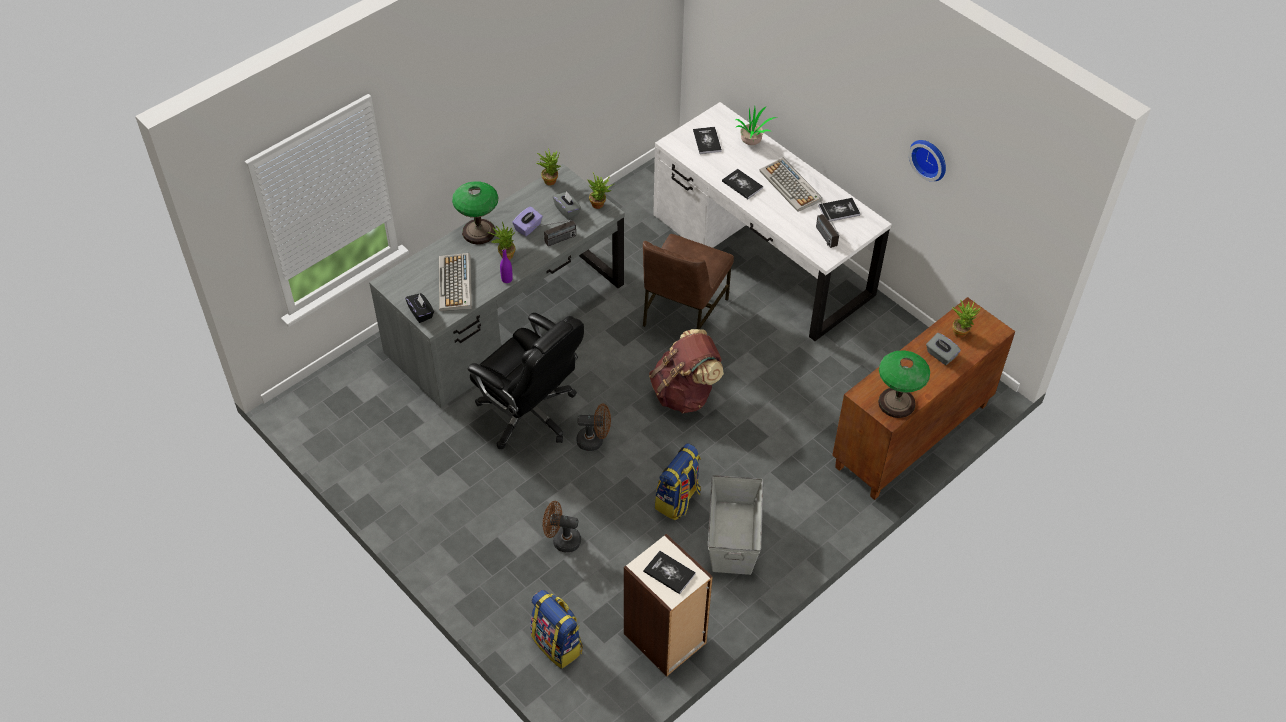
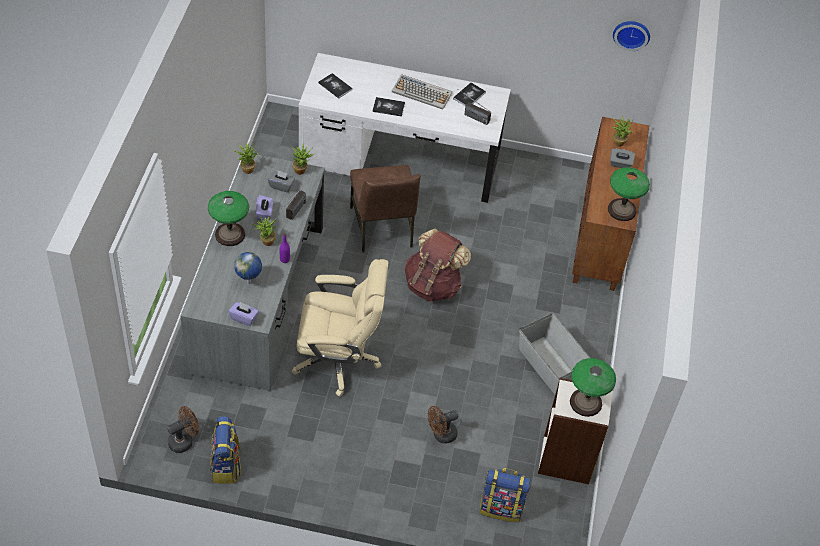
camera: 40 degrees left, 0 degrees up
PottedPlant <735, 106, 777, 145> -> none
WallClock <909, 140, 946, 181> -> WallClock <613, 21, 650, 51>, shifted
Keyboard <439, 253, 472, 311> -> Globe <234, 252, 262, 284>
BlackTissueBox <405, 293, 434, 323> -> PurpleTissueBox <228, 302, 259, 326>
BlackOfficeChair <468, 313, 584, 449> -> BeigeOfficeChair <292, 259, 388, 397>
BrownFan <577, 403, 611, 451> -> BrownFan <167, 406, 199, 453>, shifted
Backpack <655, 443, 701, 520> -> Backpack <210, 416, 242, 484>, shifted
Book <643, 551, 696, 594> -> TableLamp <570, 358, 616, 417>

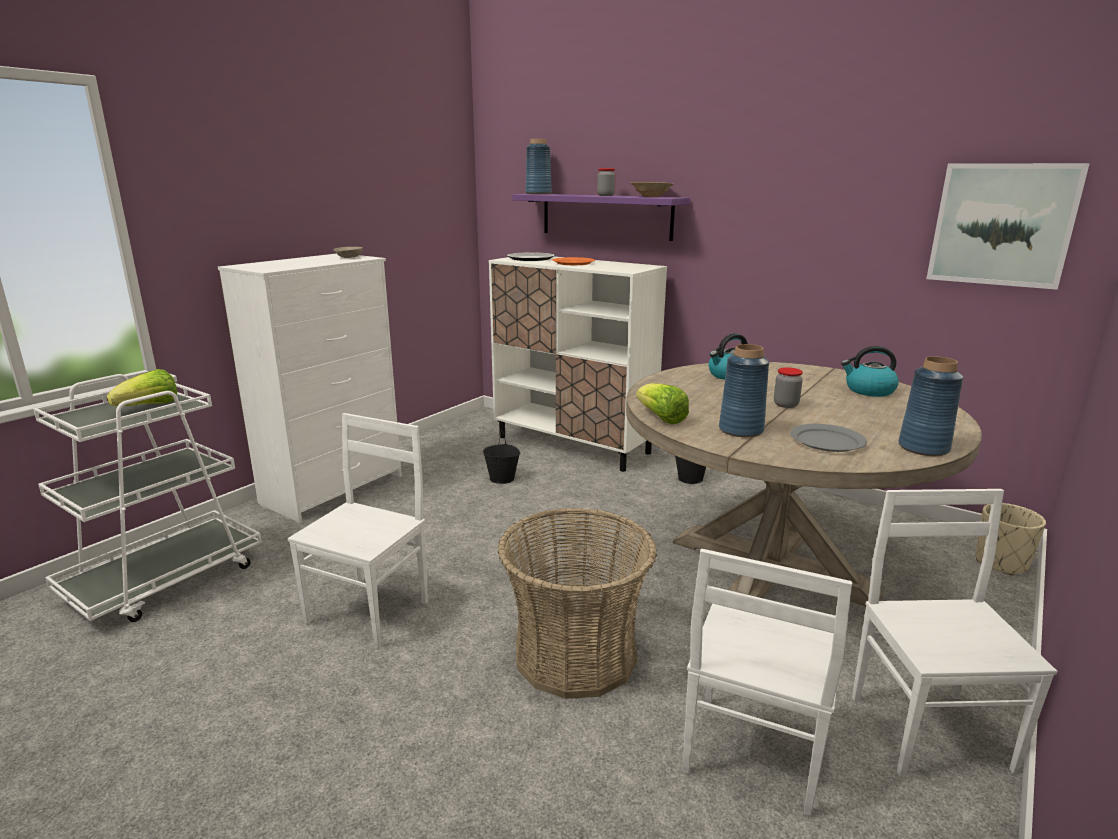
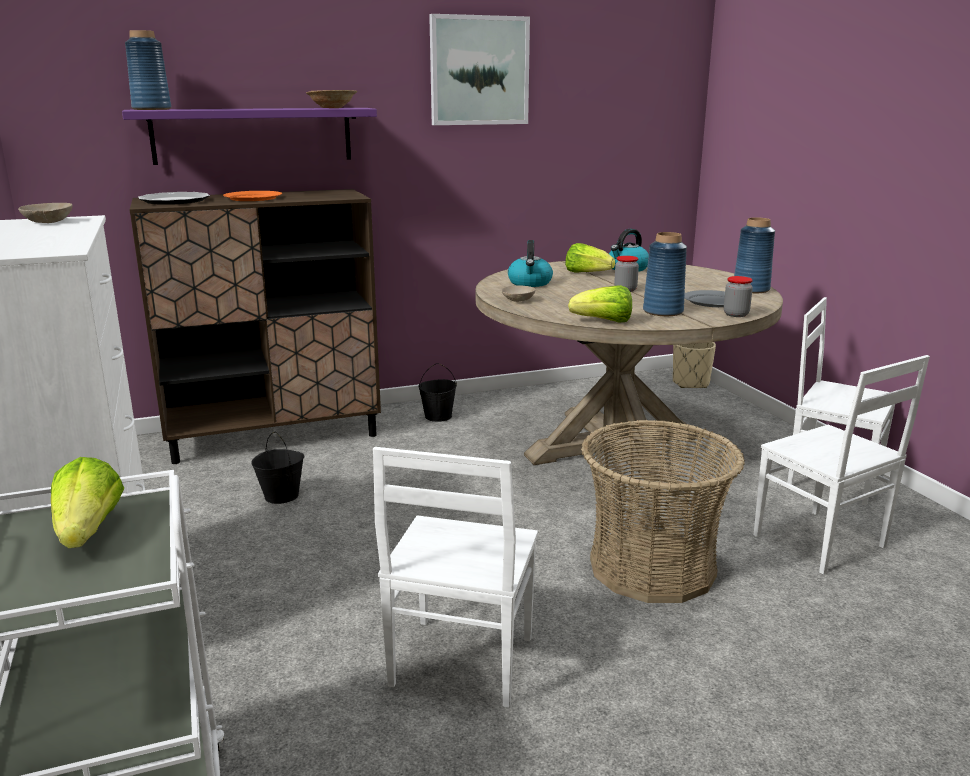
camera: 55 degrees left, 0 degrees up
Picture <926, 163, 1090, 290> -> Picture <429, 14, 530, 125>, shifted
Jar <597, 168, 615, 196> -> Jar <724, 276, 753, 317>, shifted
WhiteCabinet <489, 256, 667, 472> -> BrownCabinet <129, 189, 381, 464>
WhiteChair <288, 413, 428, 648> -> WhiteChair <373, 447, 538, 708>, 135 degrees counterclockwise
none -> Lettuce <565, 243, 615, 273>
none -> BeigeBowl <501, 285, 536, 302>

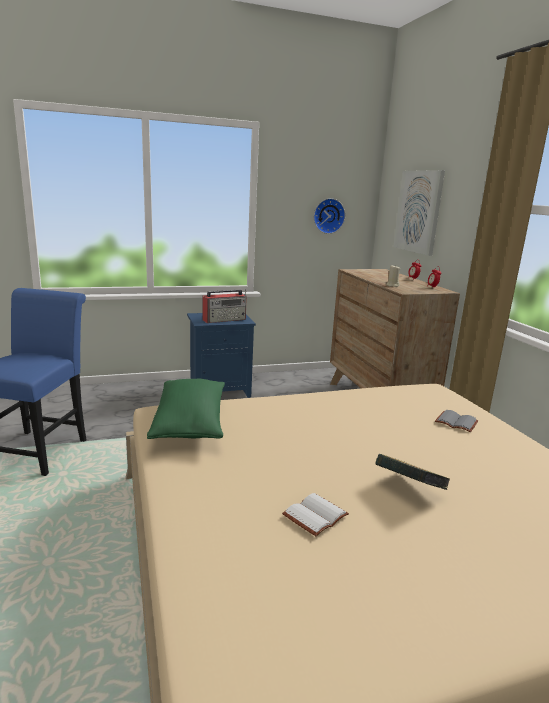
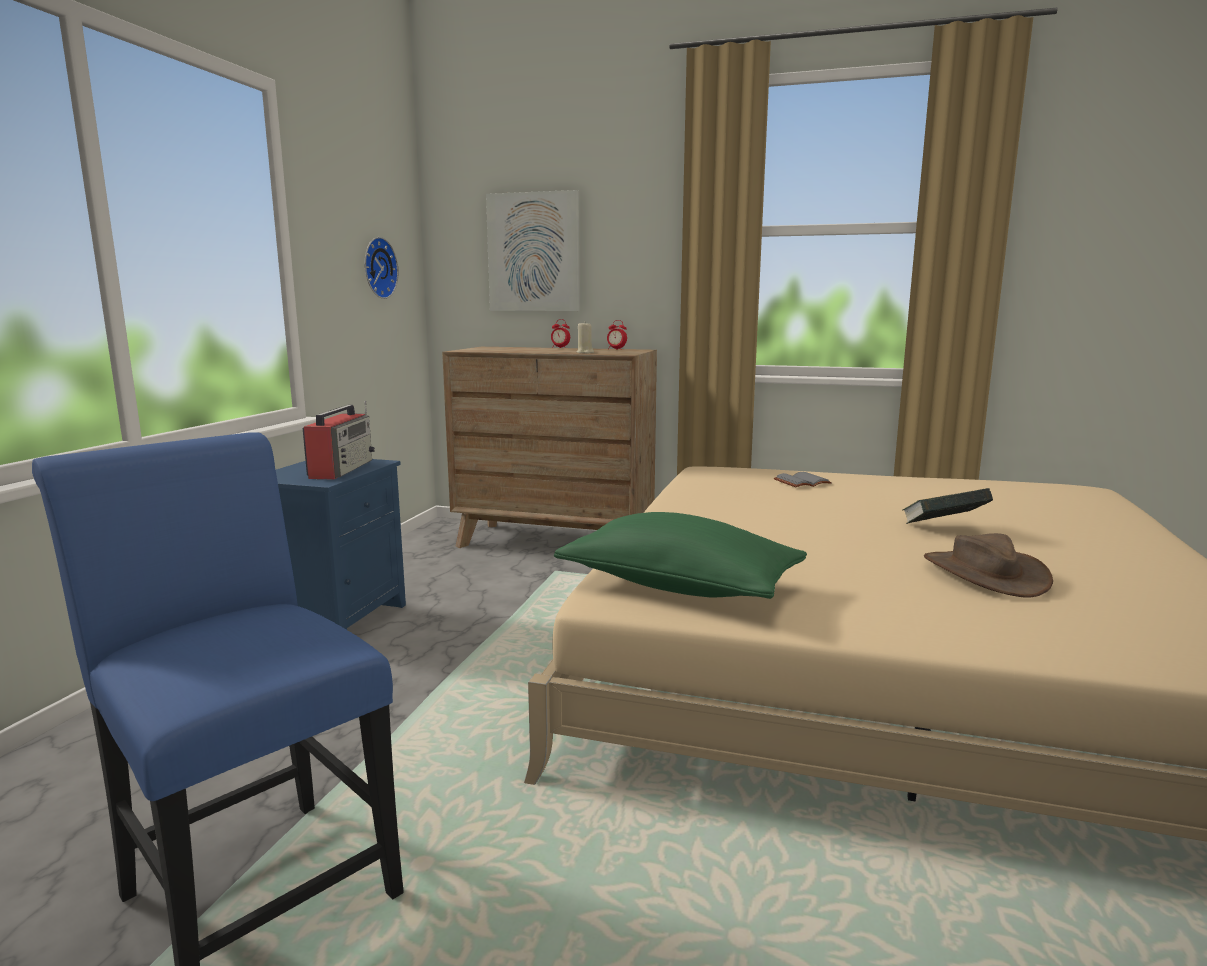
camera: 55 degrees left, 5 degrees down
WhiteBook <282, 493, 349, 536> -> BrownHat <924, 533, 1053, 598>

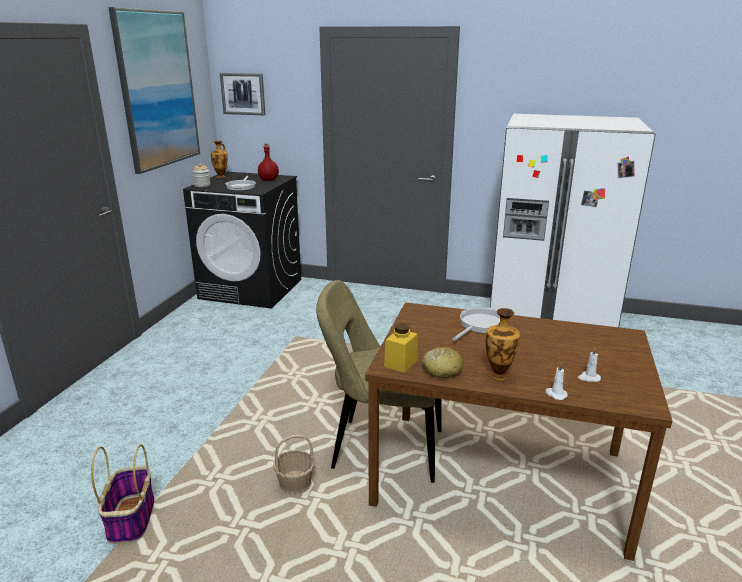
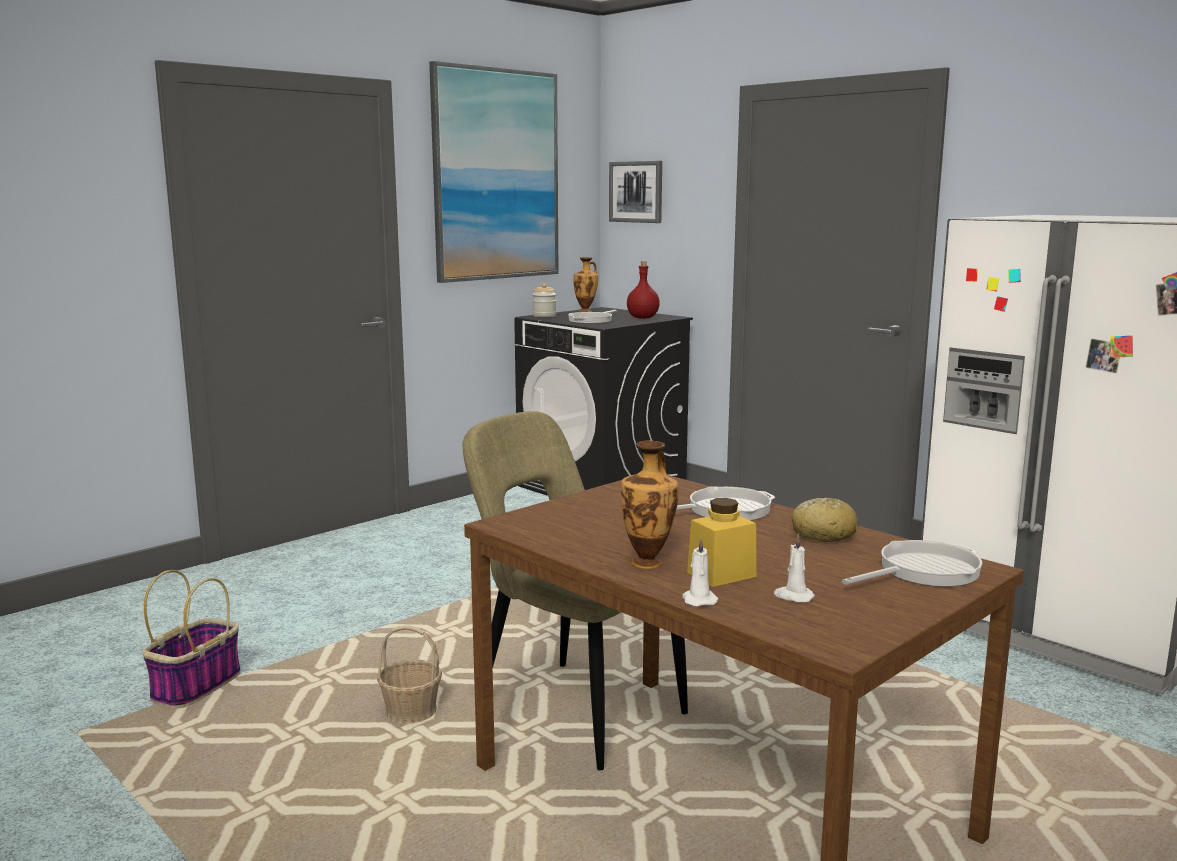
camera: 30 degrees right, 10 degrees down
YellowJar <384, 323, 418, 373> -> YellowJar <687, 498, 757, 587>, shifted
Bread <422, 347, 464, 378> -> Bread <792, 497, 858, 542>, shifted
none -> FryingPan <842, 540, 982, 587>

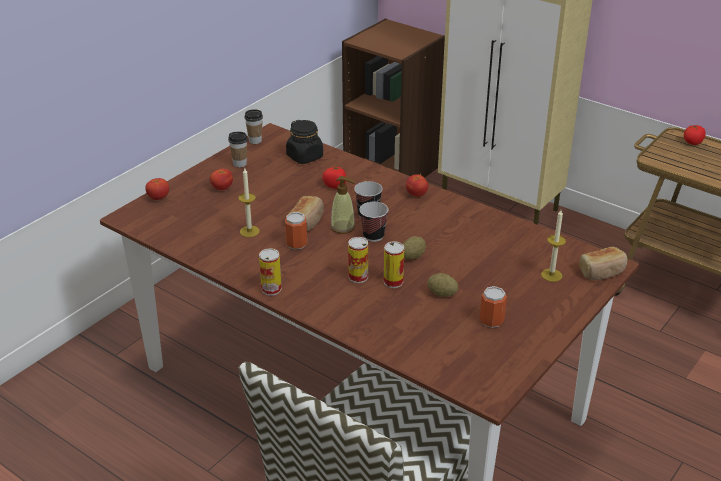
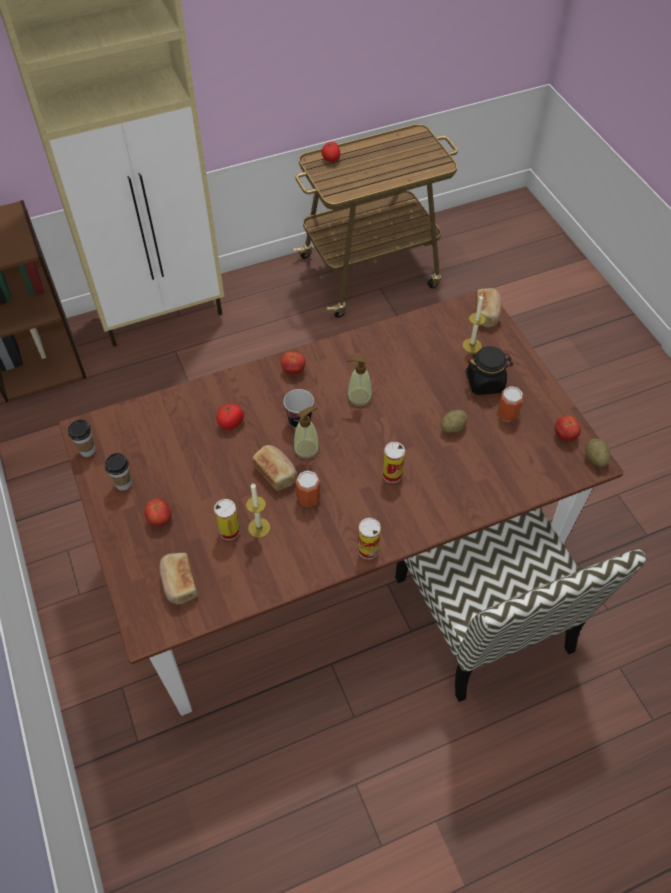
camera: 60 degrees left, 20 degrees up
BlackJar <286, 120, 323, 164> -> BlackJar <465, 346, 513, 395>, shifted
Tomato <145, 178, 169, 200> -> Tomato <555, 416, 581, 441>, shifted
Cup <359, 202, 389, 242> -> none
Potato <403, 236, 426, 260> -> Potato <586, 438, 611, 467>, shifted
Can <384, 241, 404, 288> -> Can <214, 499, 240, 540>, shifted
none -> SoapDispenser <347, 356, 372, 407>
none -> Bread <159, 553, 198, 604>

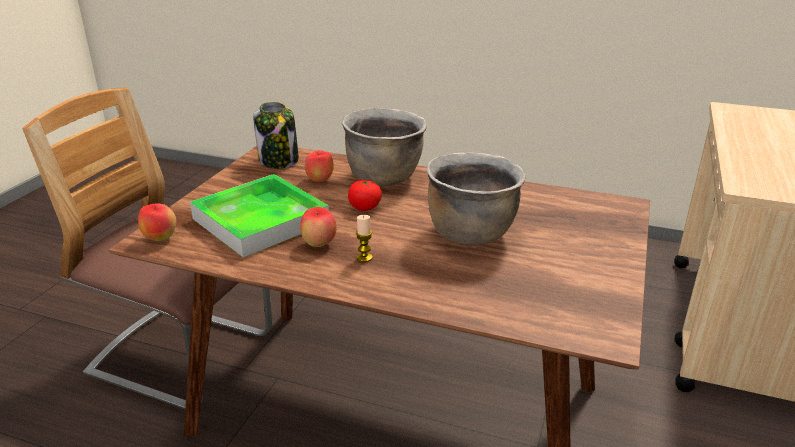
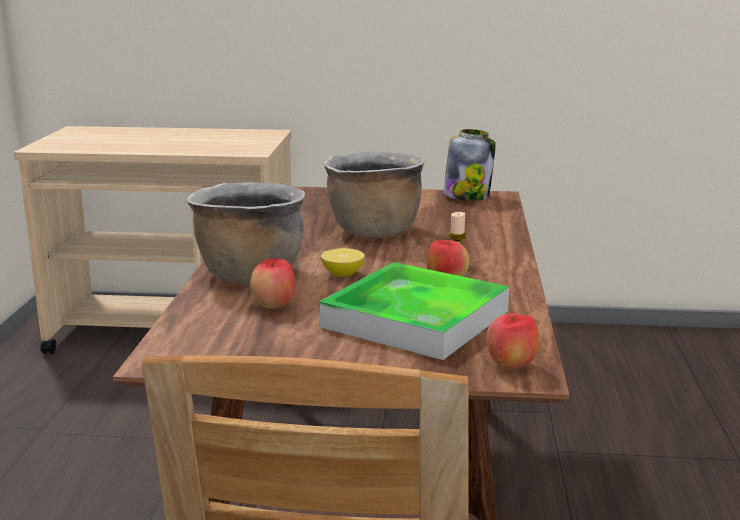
camera: 105 degrees left, 10 degrees down
Jar <253, 102, 299, 169> -> Jar <444, 129, 496, 201>, shifted
Tomato <348, 180, 382, 211> -> Lemon <321, 248, 364, 277>

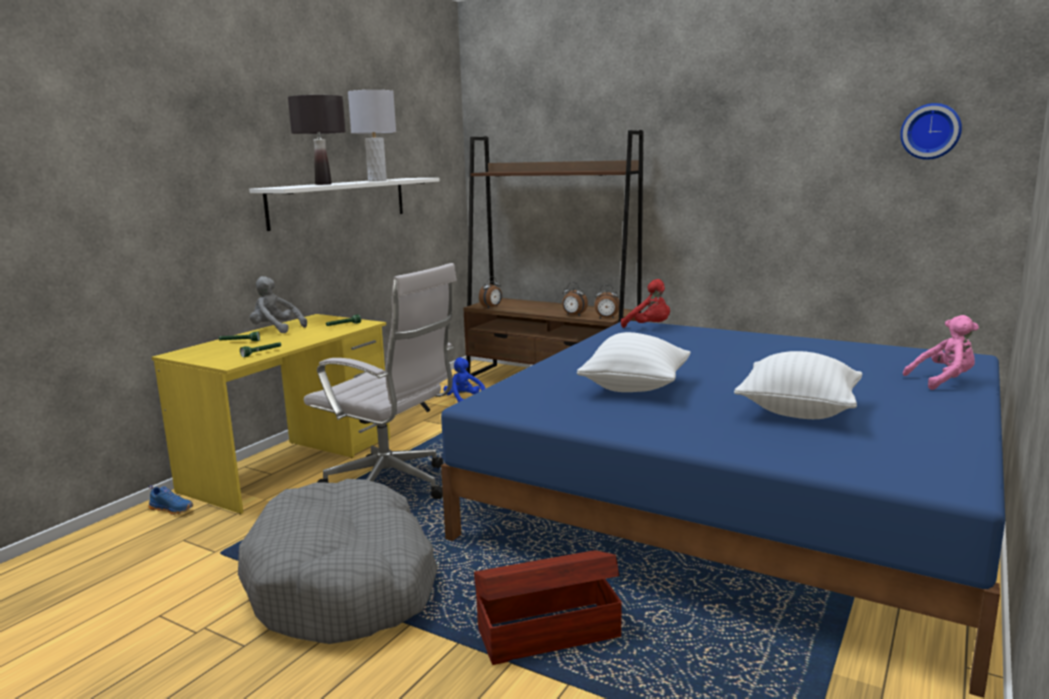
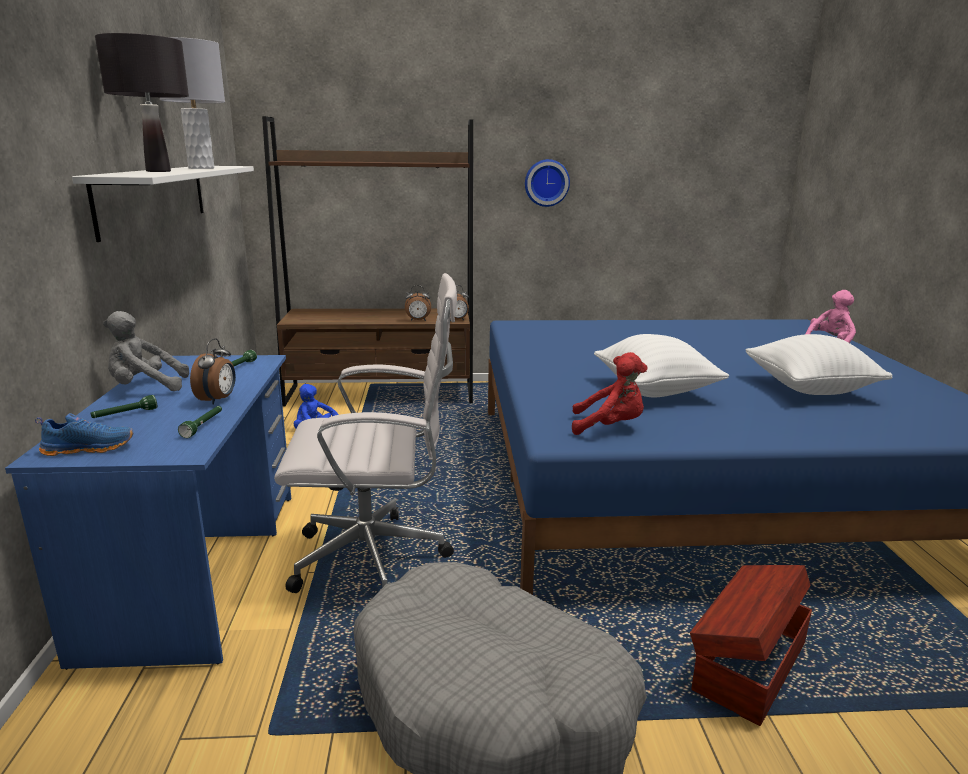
camera: 35 degrees left, 5 degrees up
WallClock <900, 103, 962, 160> -> WallClock <525, 159, 570, 207>, shifted
AlarmClock <479, 276, 502, 308> -> AlarmClock <190, 338, 236, 405>, shifted
RedPlushToy <621, 279, 670, 328> -> RedPlushToy <572, 352, 648, 435>, shifted
YellowDesk <152, 314, 390, 514> -> BlueDesk <5, 355, 291, 670>
BlueShoe <148, 485, 193, 515> -> BlueShoe <35, 413, 133, 456>, shifted

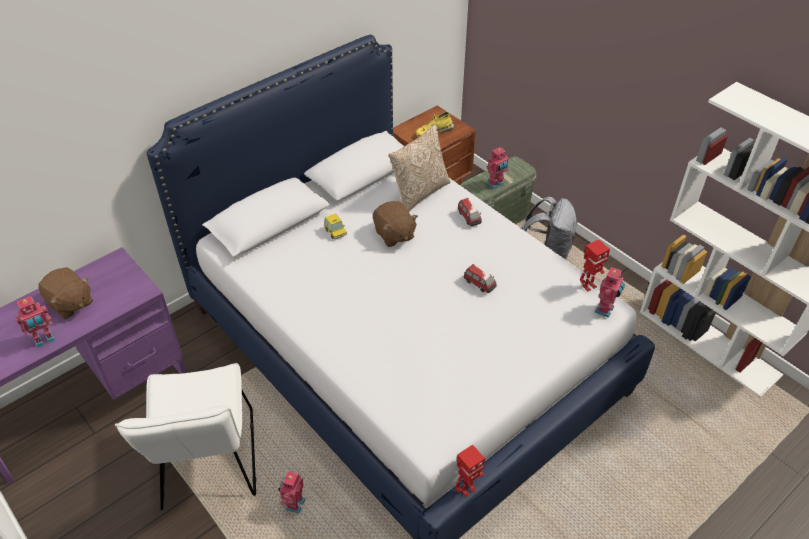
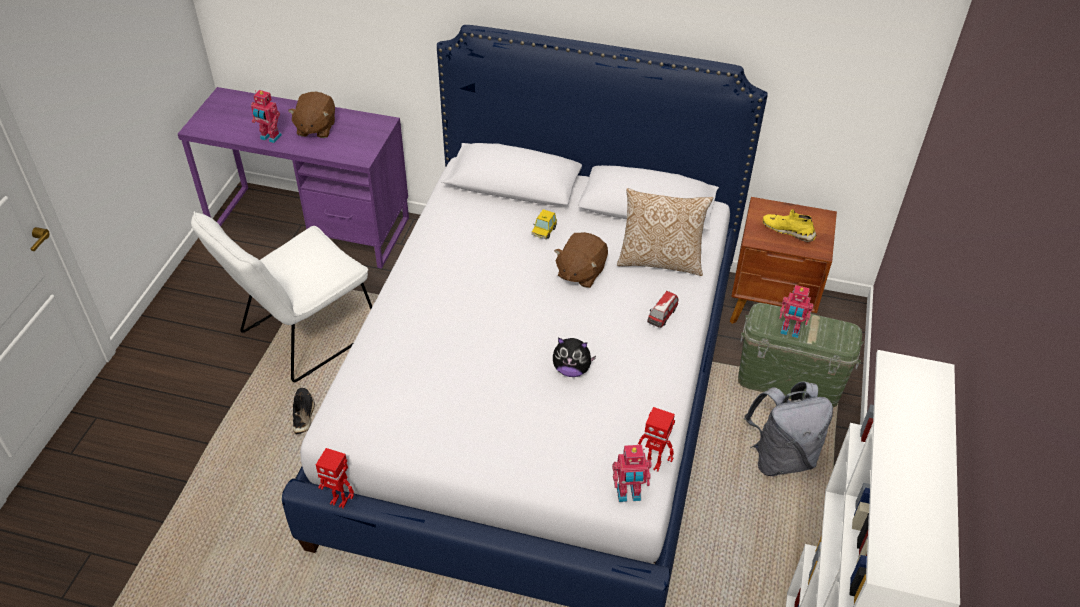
camera: 55 degrees right, 0 degrees up
ToyCar <464, 264, 497, 293> -> PlushToy <553, 337, 596, 377>
ToyRobot <278, 470, 306, 514> -> BlackShoe <293, 388, 315, 434>

